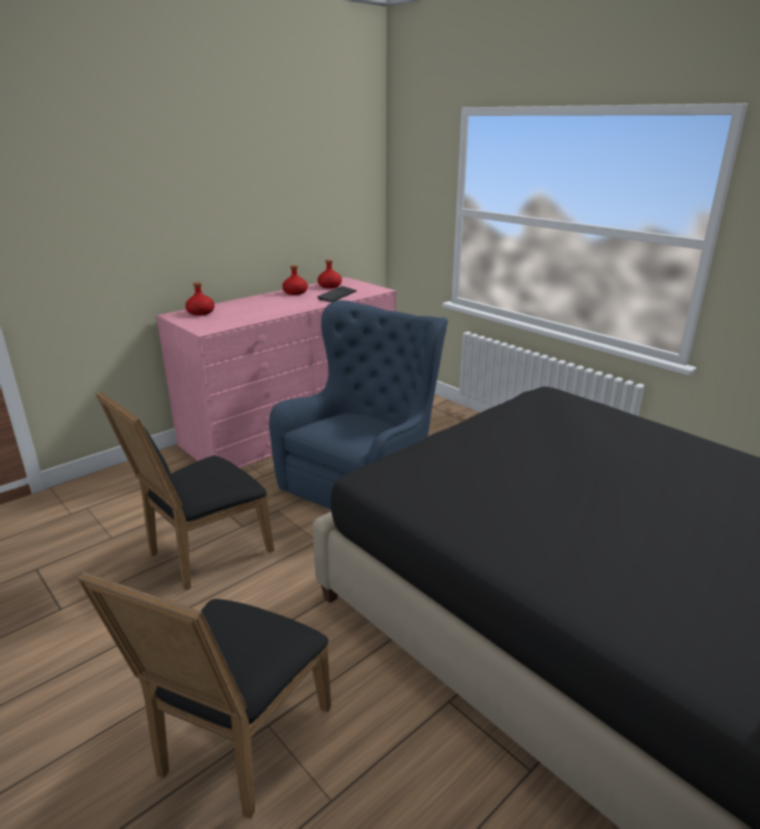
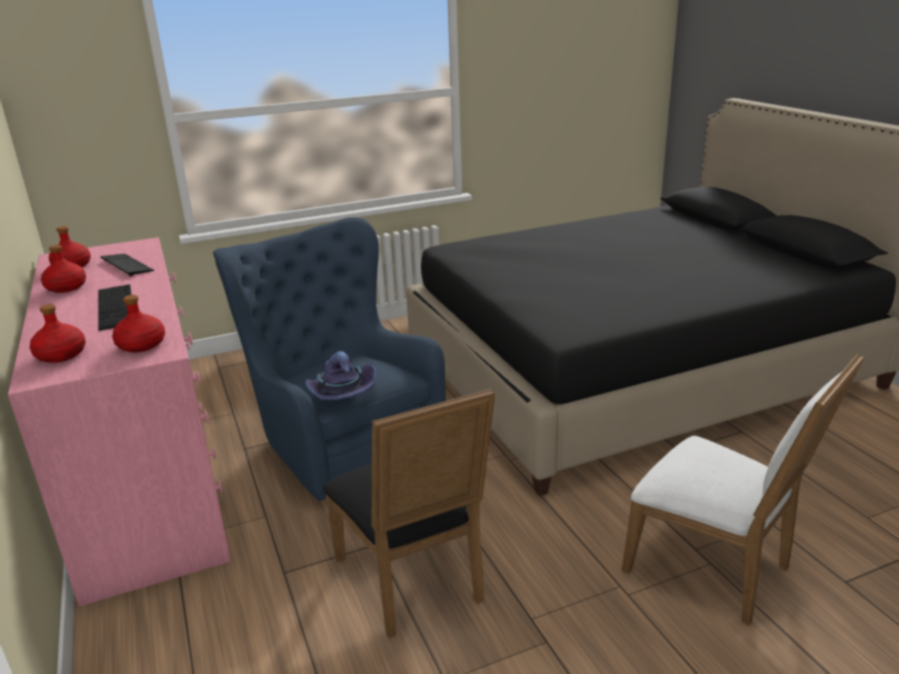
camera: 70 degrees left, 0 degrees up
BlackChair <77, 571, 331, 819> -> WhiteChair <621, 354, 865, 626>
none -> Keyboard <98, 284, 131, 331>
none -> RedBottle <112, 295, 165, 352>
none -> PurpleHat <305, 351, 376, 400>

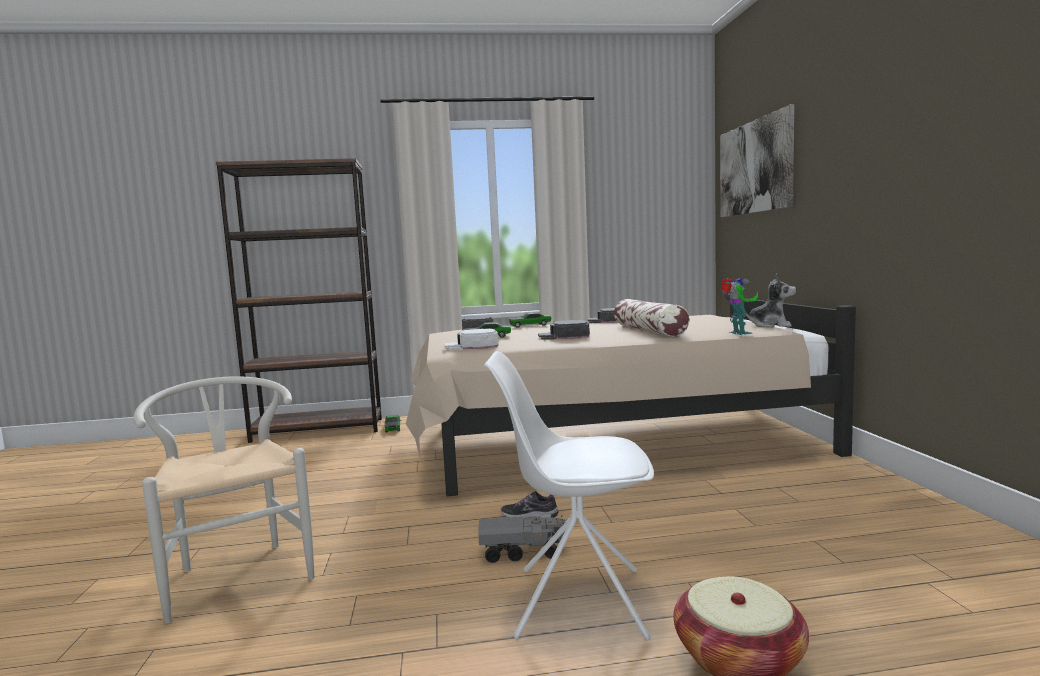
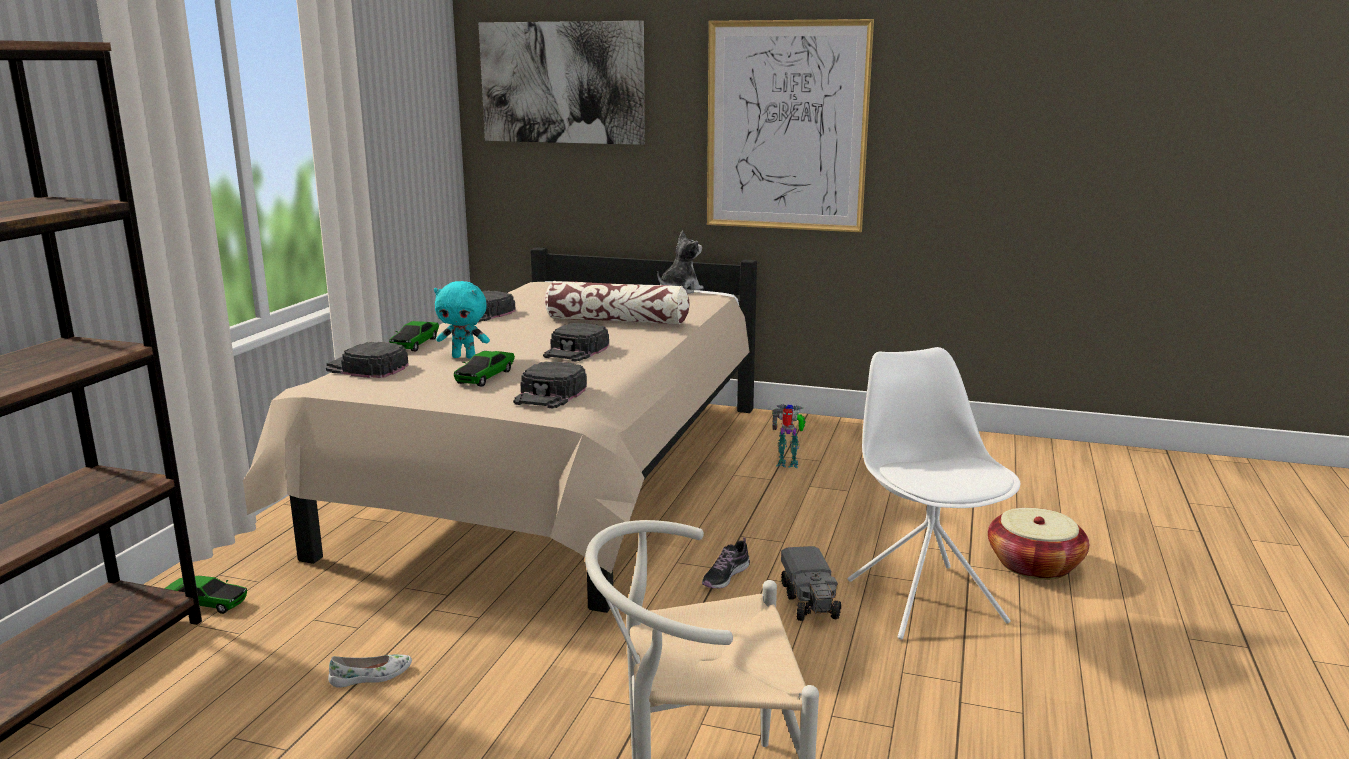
camera: 65 degrees left, 10 degrees up
ToyRobot <721, 278, 758, 335> -> ToyRobot <772, 404, 806, 468>, shifted
WhiteCap <445, 329, 499, 350> -> BlackCap <513, 361, 587, 409>
WhiteChair <483, 351, 654, 641> -> WhiteChair <848, 347, 1020, 640>, 135 degrees clockwise
ToyTruck <478, 515, 567, 563> -> ToyTruck <781, 546, 841, 621>, 150 degrees clockwise
none -> Picture <707, 19, 874, 232>
none -> TurquoisePlushToy <434, 281, 490, 359>
none -> WhiteShoe <328, 654, 412, 688>

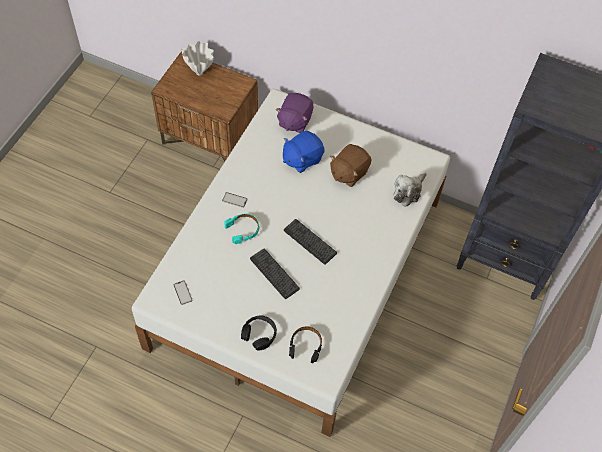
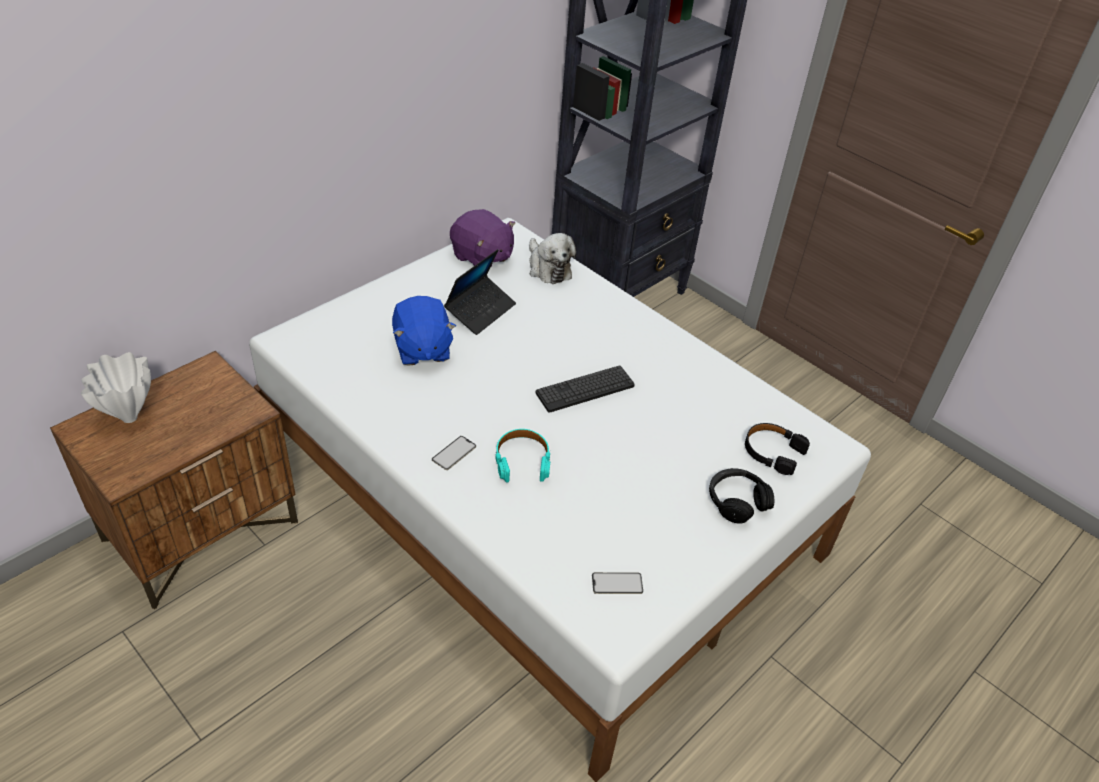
camera: 70 degrees left, 15 degrees down
PurplePlushToy <276, 93, 313, 133> -> PurplePlushToy <450, 209, 515, 268>, shifted
BrownPlushToy <330, 144, 372, 187> -> Laptop <444, 249, 516, 335>
Keyboard <250, 248, 300, 299> -> none

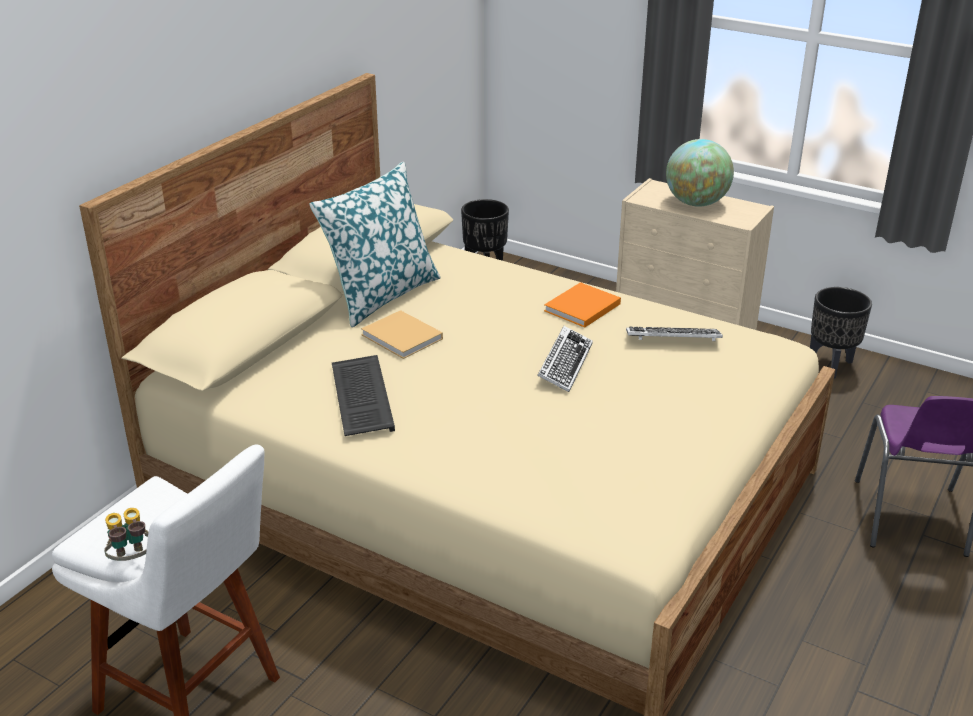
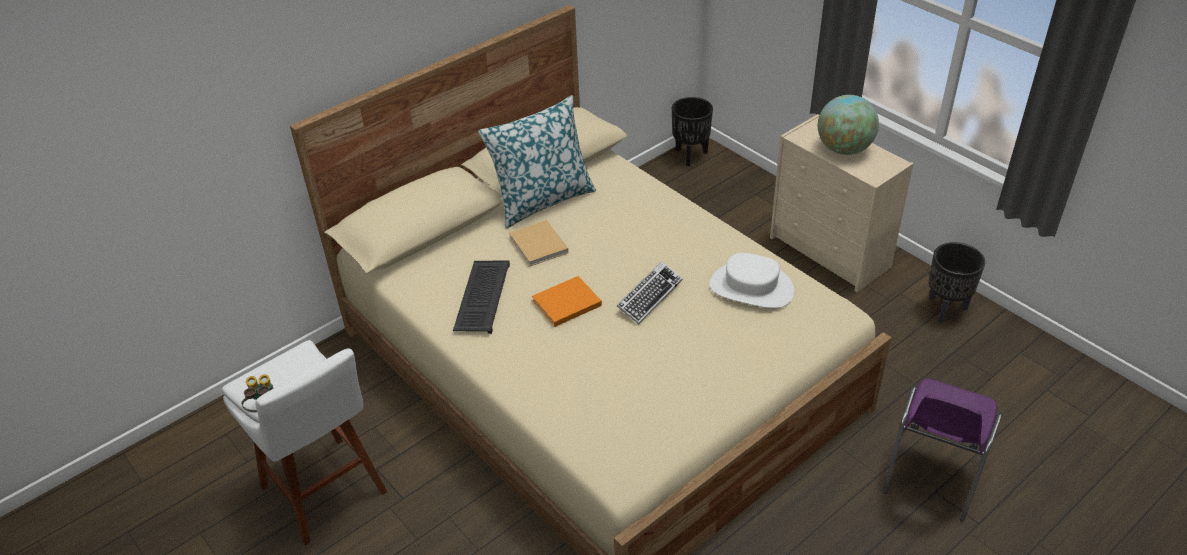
camera: 20 degrees right, 10 degrees up
OrangeBook <544, 282, 621, 327> -> OrangeBook <532, 276, 602, 327>, shifted
Keyboard <626, 327, 723, 341> -> WhiteHat <710, 253, 794, 308>

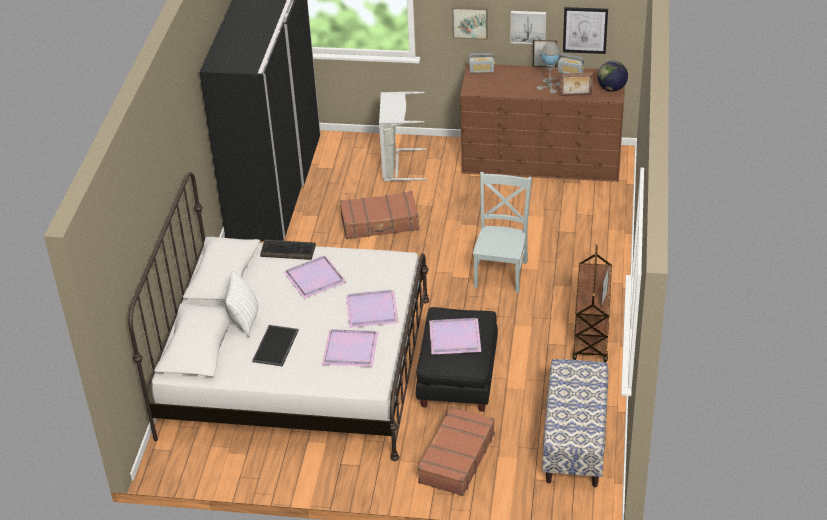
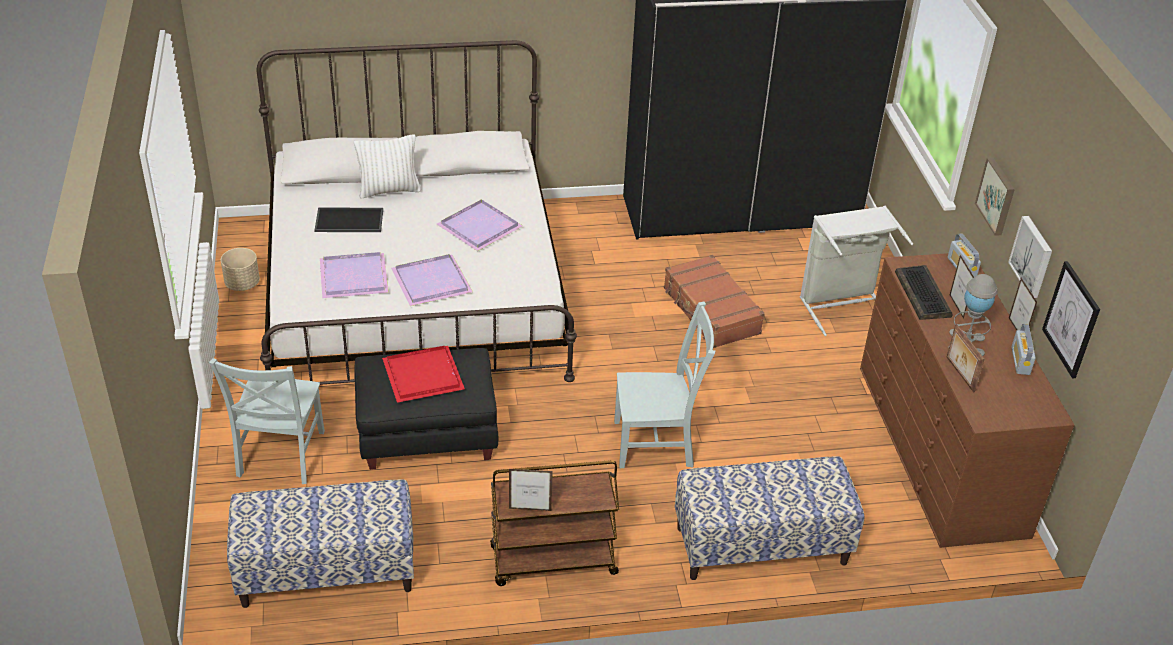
camera: 70 degrees right, 0 degrees up
Globe <597, 61, 628, 91> -> none
Keyboard <260, 240, 316, 260> -> Keyboard <895, 265, 953, 320>, shifted
PurpleTray <429, 318, 481, 355> -> RedTray <382, 346, 465, 403>
BrownSuitcase <418, 406, 495, 496> -> GreyChair <209, 358, 325, 484>
none -> BeigePlanter <221, 248, 260, 291>
none -> PictureFrame <950, 255, 974, 319>
none -> Bench <675, 456, 864, 580>

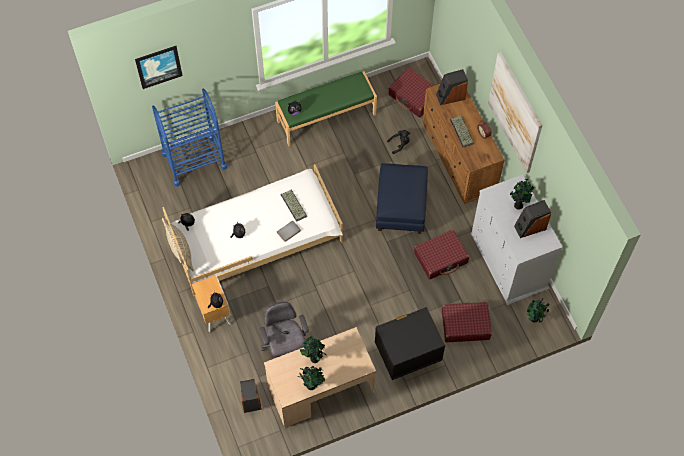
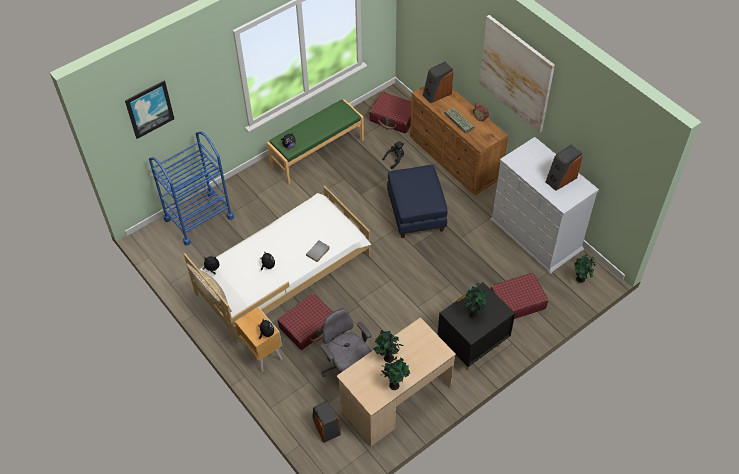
camera: 15 degrees left, 10 degrees down
PottedPlant <510, 179, 534, 210> -> PottedPlant <463, 283, 487, 320>, shifted
Keyboard <281, 190, 307, 222> -> none
RedSuitcase <414, 230, 469, 279> -> RedSuitcase <277, 293, 333, 350>, shifted

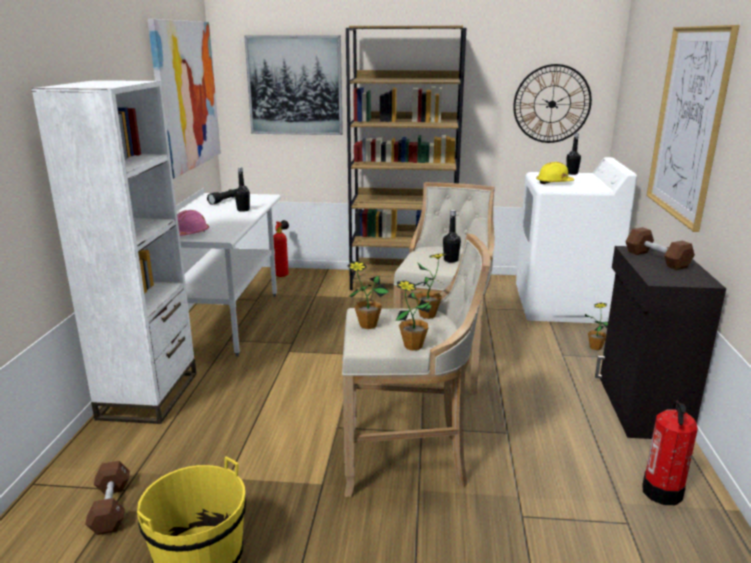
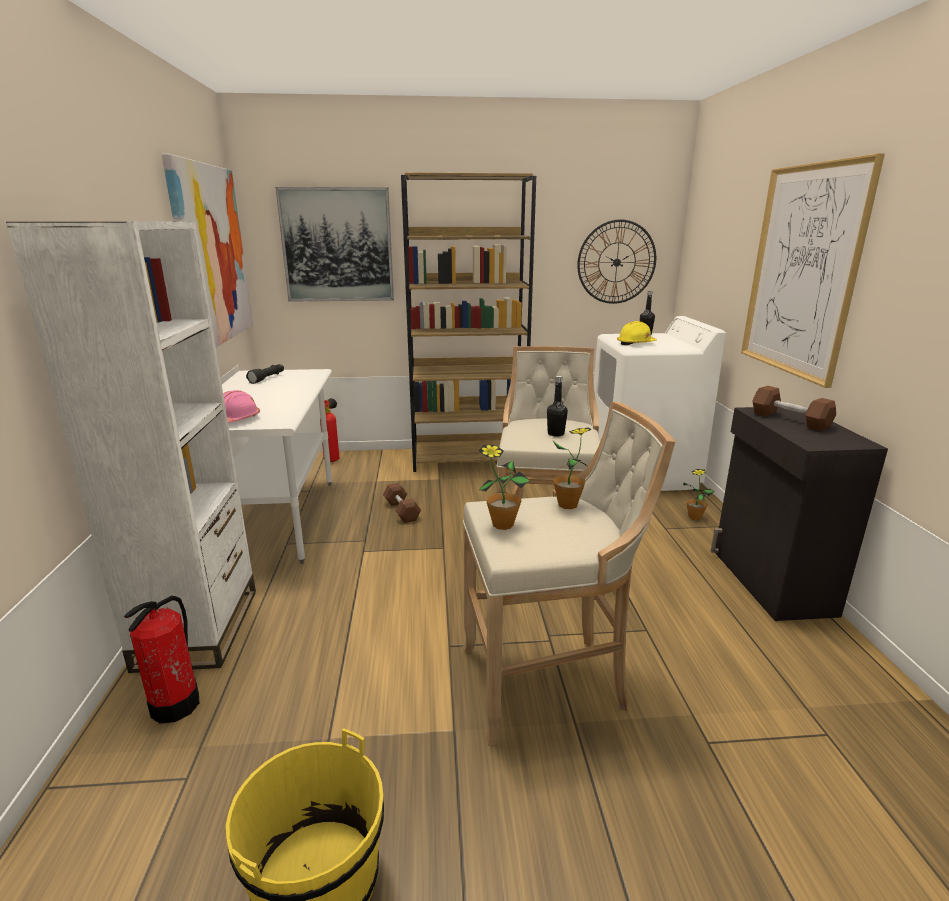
camera: 10 degrees left, 0 degrees up
BlackBottle <235, 167, 250, 212> -> none
PottedPlant <396, 280, 432, 351> -> none
FireExtinguisher <642, 400, 698, 505> -> FireExtinguisher <124, 596, 199, 724>, shifted
BrownDumbbell <85, 461, 130, 535> -> BrownDumbbell <383, 483, 421, 523>, shifted

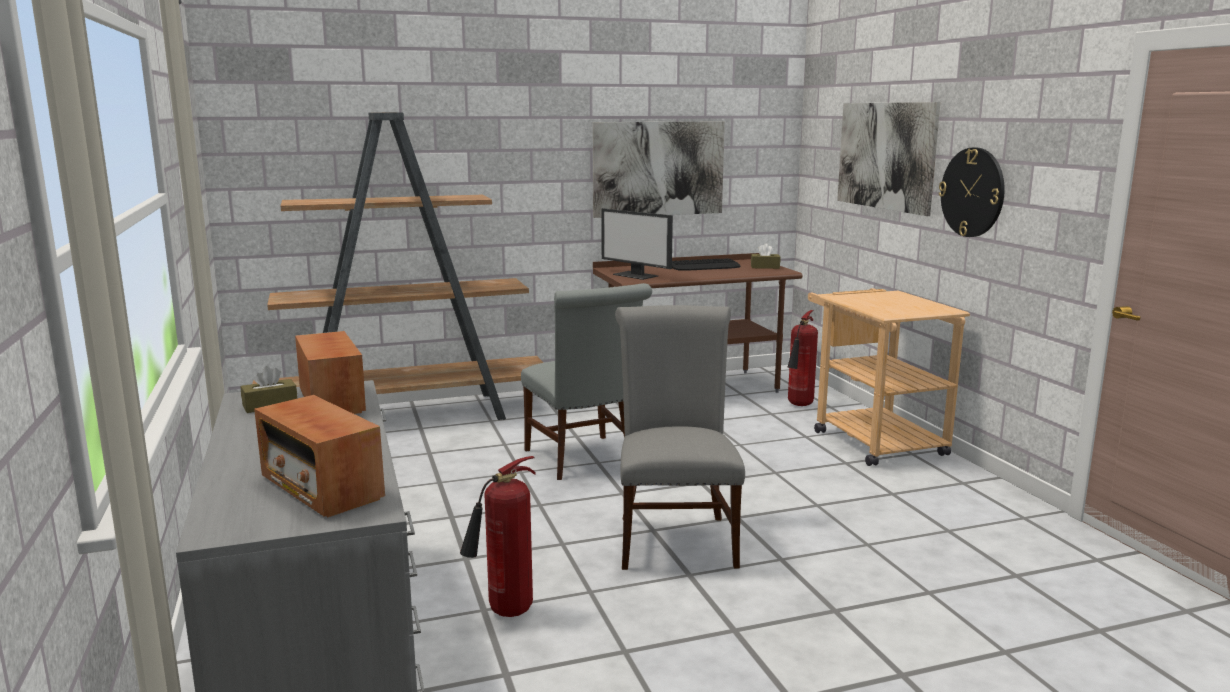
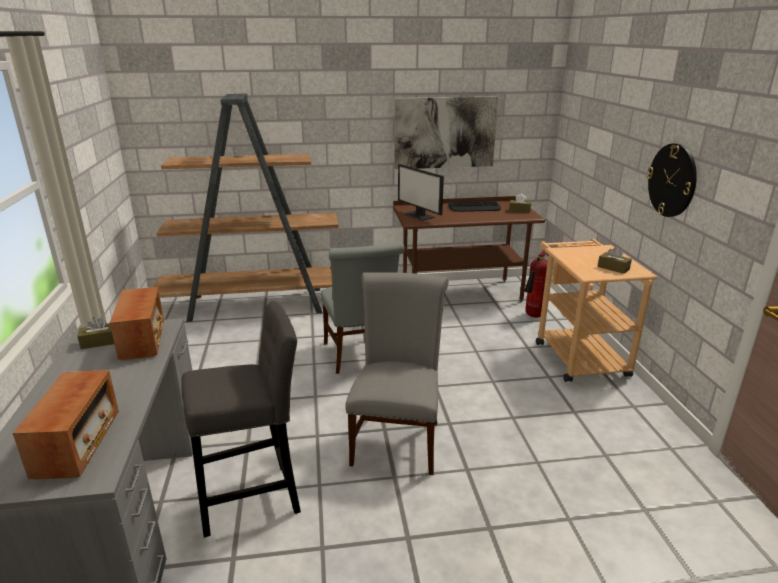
camera: 10 degrees right, 10 degrees up
Picture <837, 102, 940, 216> -> none
Radio <254, 395, 385, 517> -> Radio <13, 370, 119, 480>, 150 degrees counterclockwise
FireExtinguisher <460, 456, 536, 617> -> GreyStool <181, 301, 301, 538>
none -> BrownTissueBox <598, 247, 632, 274>

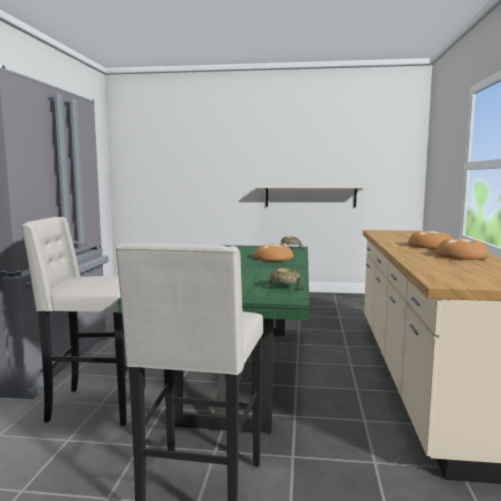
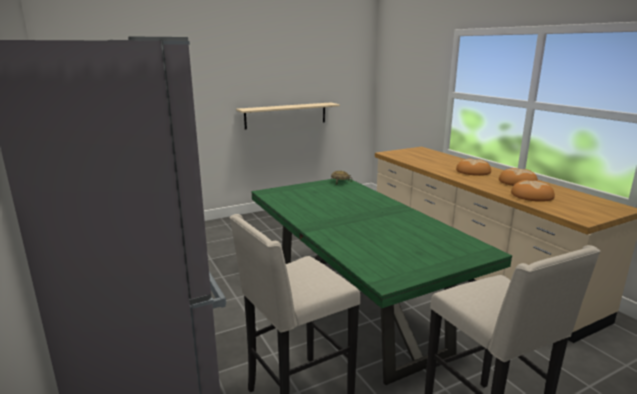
camera: 35 degrees left, 10 degrees up
Bread <254, 244, 294, 261> -> Bread <511, 180, 555, 202>, shifted
BeigeBowl <264, 268, 304, 290> -> none

